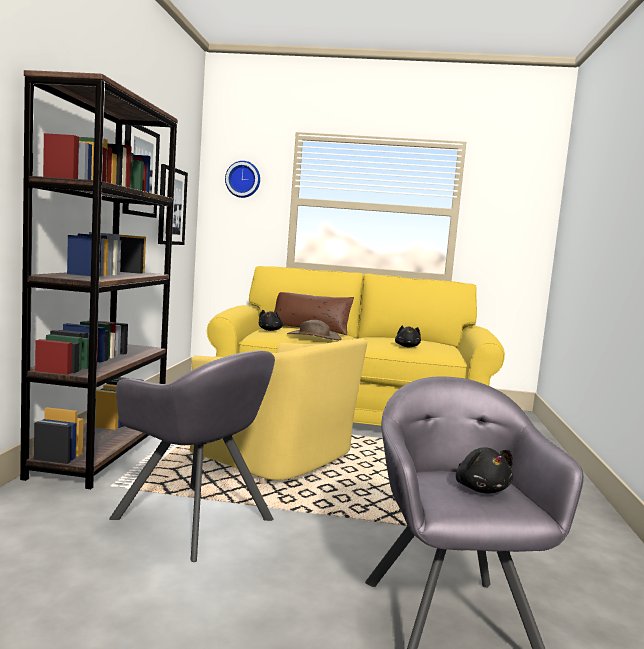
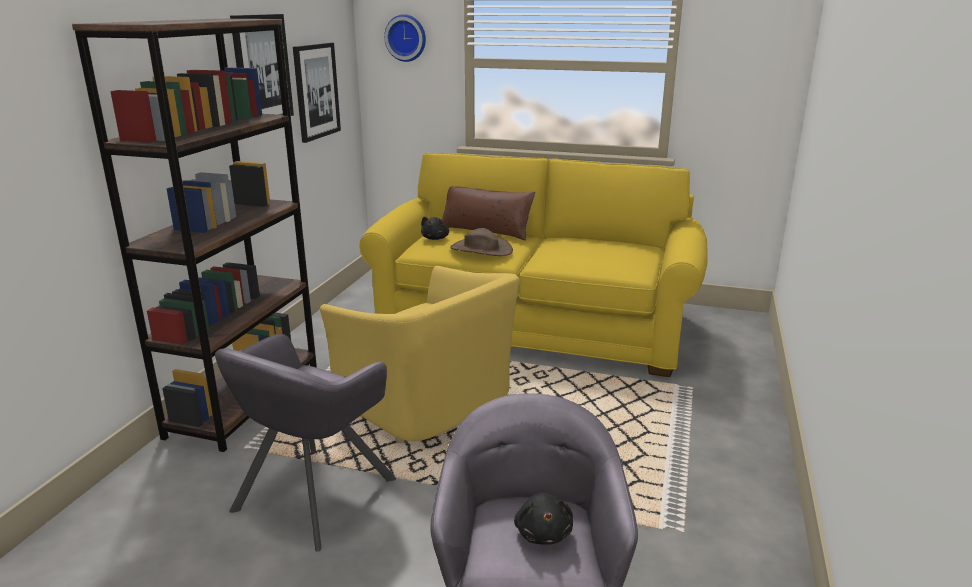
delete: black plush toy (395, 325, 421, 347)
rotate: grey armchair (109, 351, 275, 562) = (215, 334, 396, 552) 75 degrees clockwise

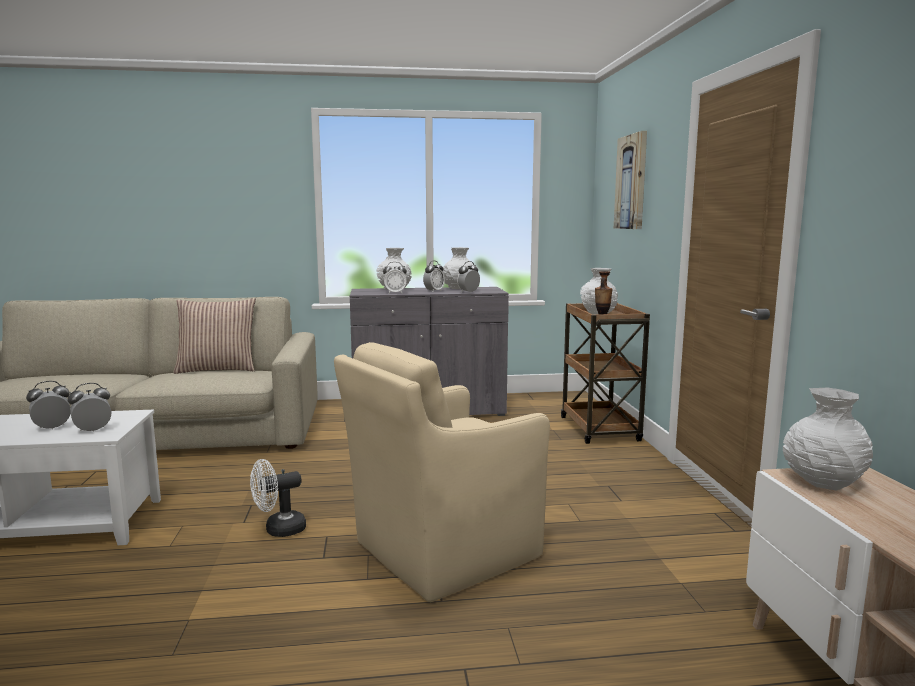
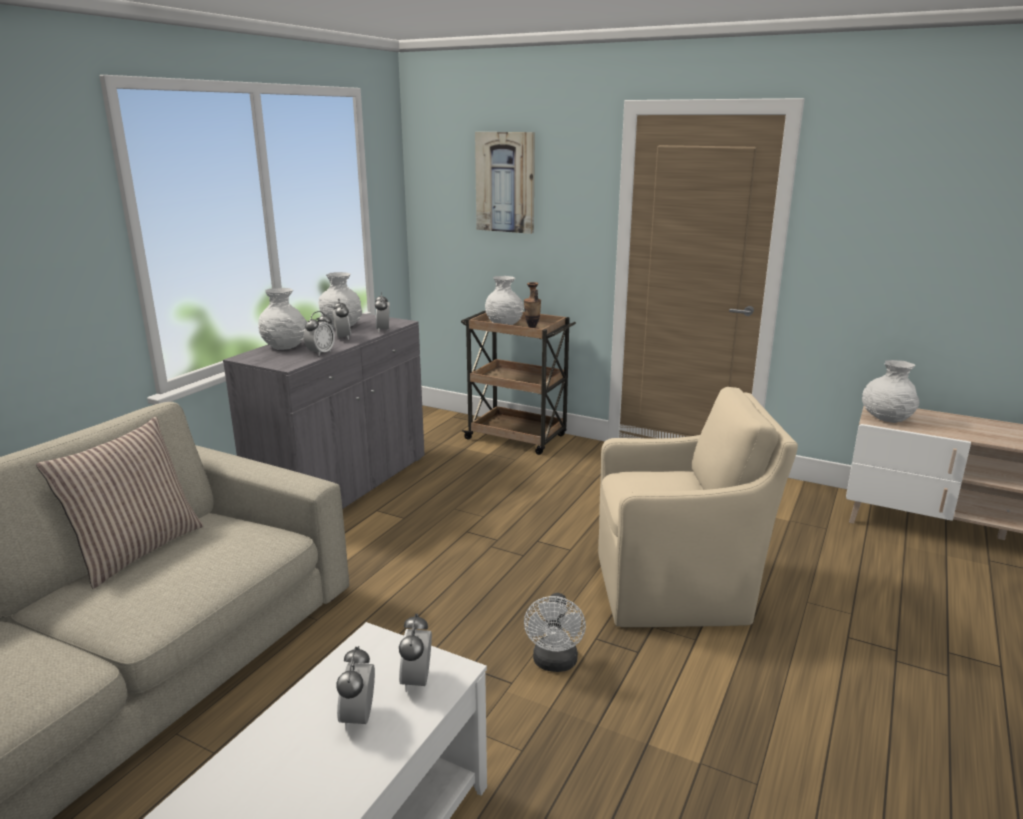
rotate: beige armchair (334, 342, 550, 602) = (598, 387, 798, 627) 90 degrees counterclockwise

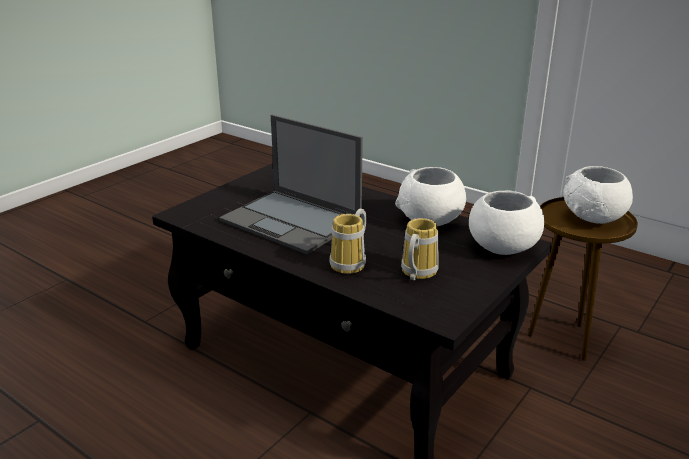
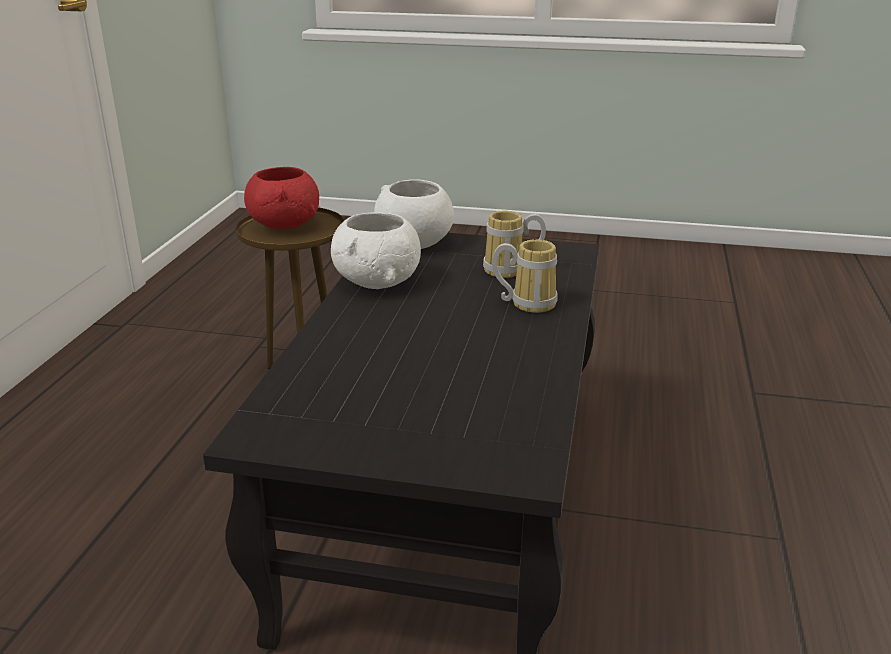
delete: laptop (219, 115, 363, 254)
recolor: white bowl (563, 166, 633, 224) to red bowl (244, 167, 319, 230)

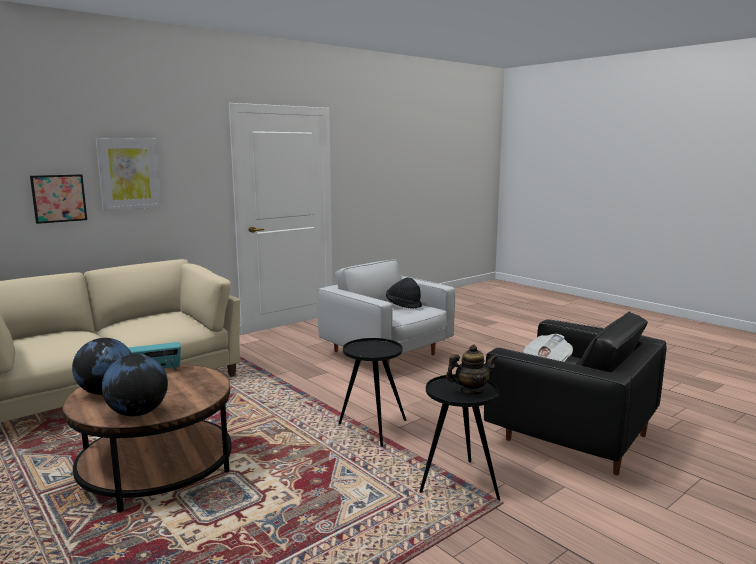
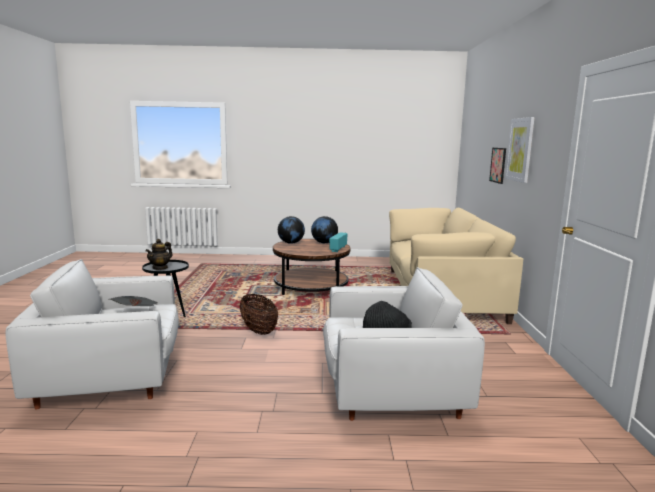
replace: black side table (339, 338, 406, 447) to basket (240, 294, 278, 335)
recolor: black armchair (484, 311, 667, 475) to white armchair (6, 259, 179, 410)

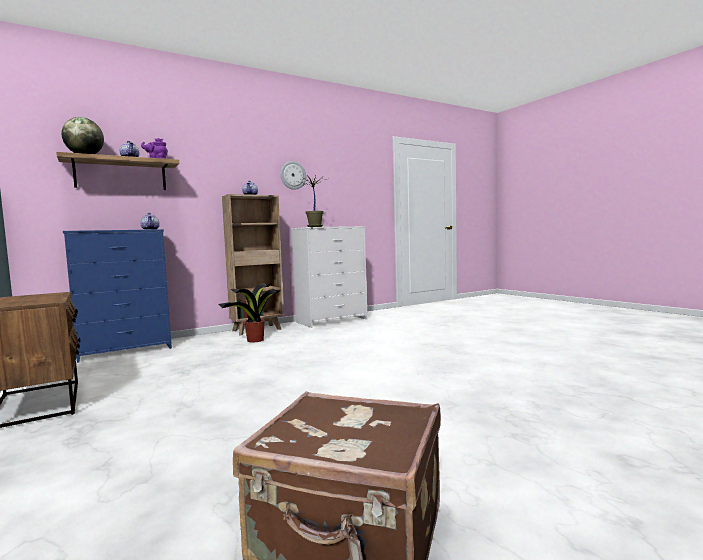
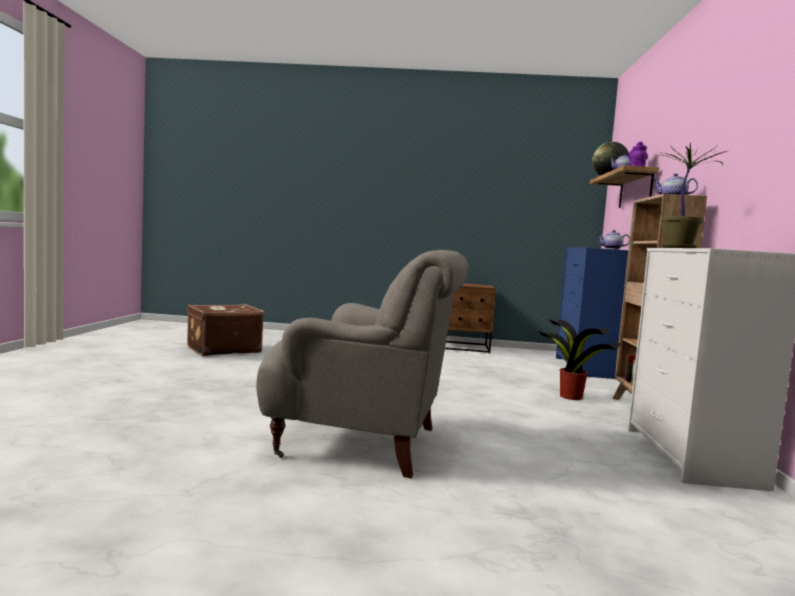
delete: wall clock (280, 161, 306, 190)
insert: grey armchair (256, 250, 469, 478)

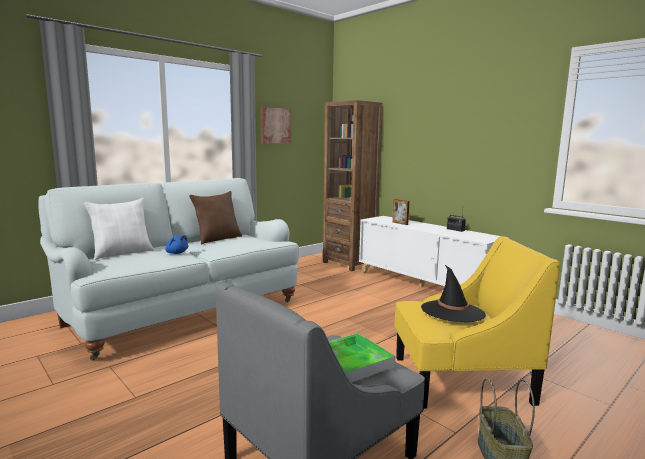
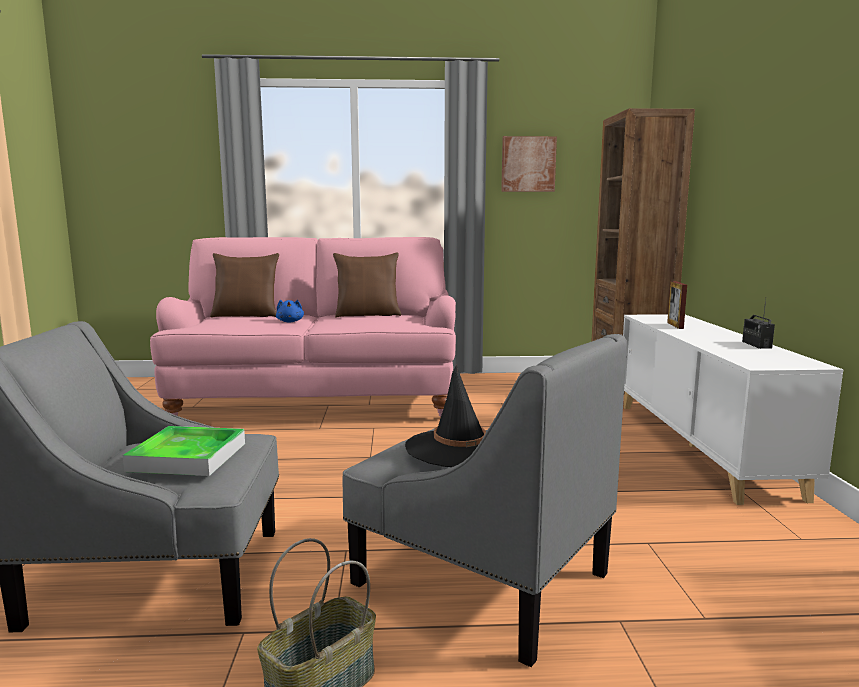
recolor: white sofa (38, 178, 299, 360) to pink sofa (150, 237, 456, 417); white pillow (84, 198, 154, 260) to brown pillow (210, 253, 279, 317); yellow armchair (394, 236, 560, 409) to grey armchair (343, 334, 627, 667)

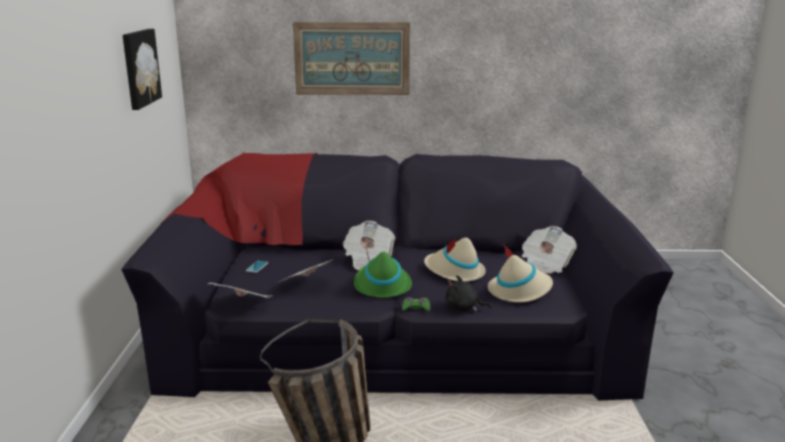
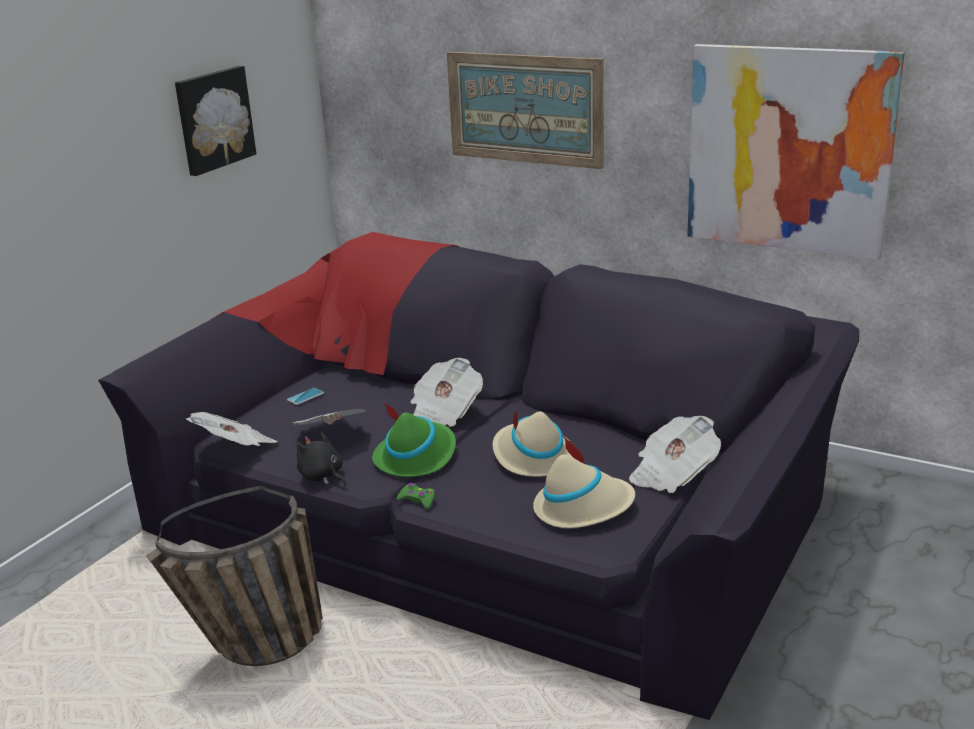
insert: picture (687, 44, 905, 260)
move: black plush toy (445, 275, 492, 311) to (297, 432, 346, 486)

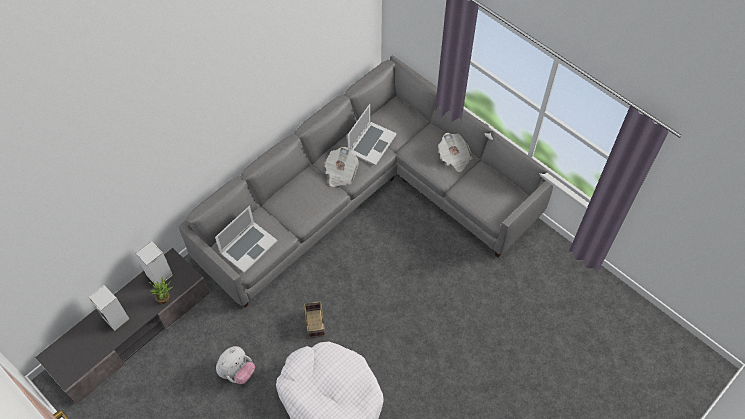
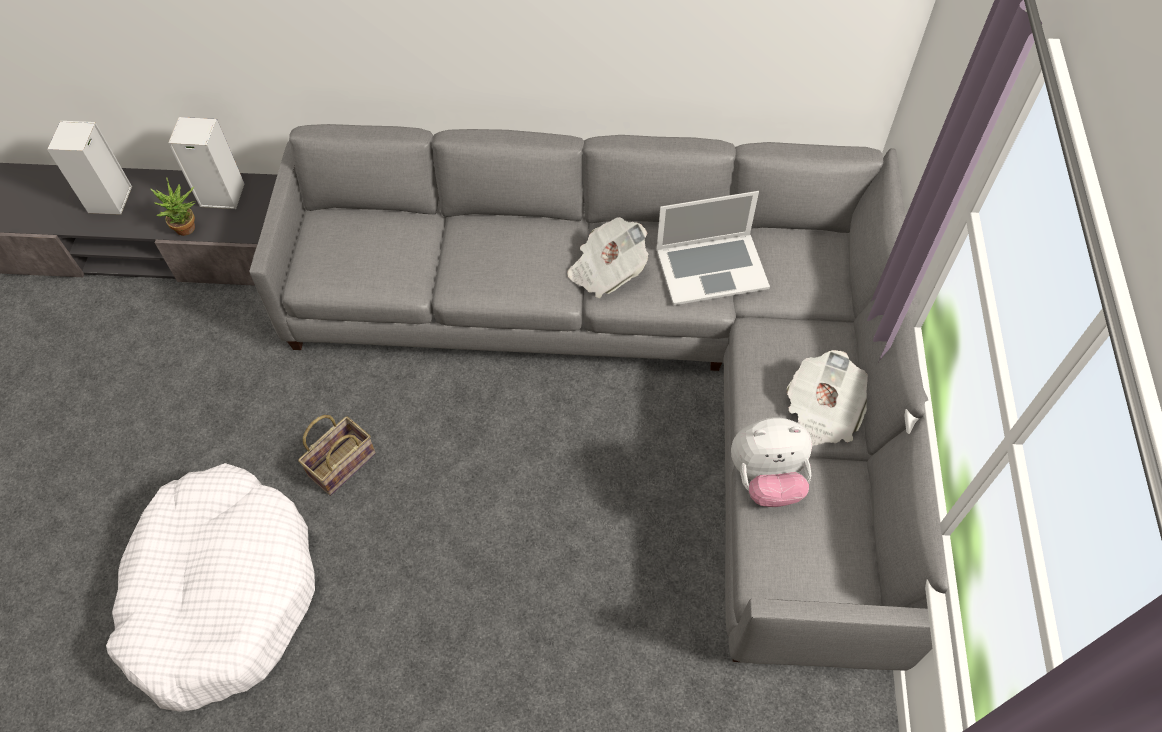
delete: laptop (215, 206, 277, 273)
move: plush toy (216, 346, 255, 384) to (731, 417, 812, 507)

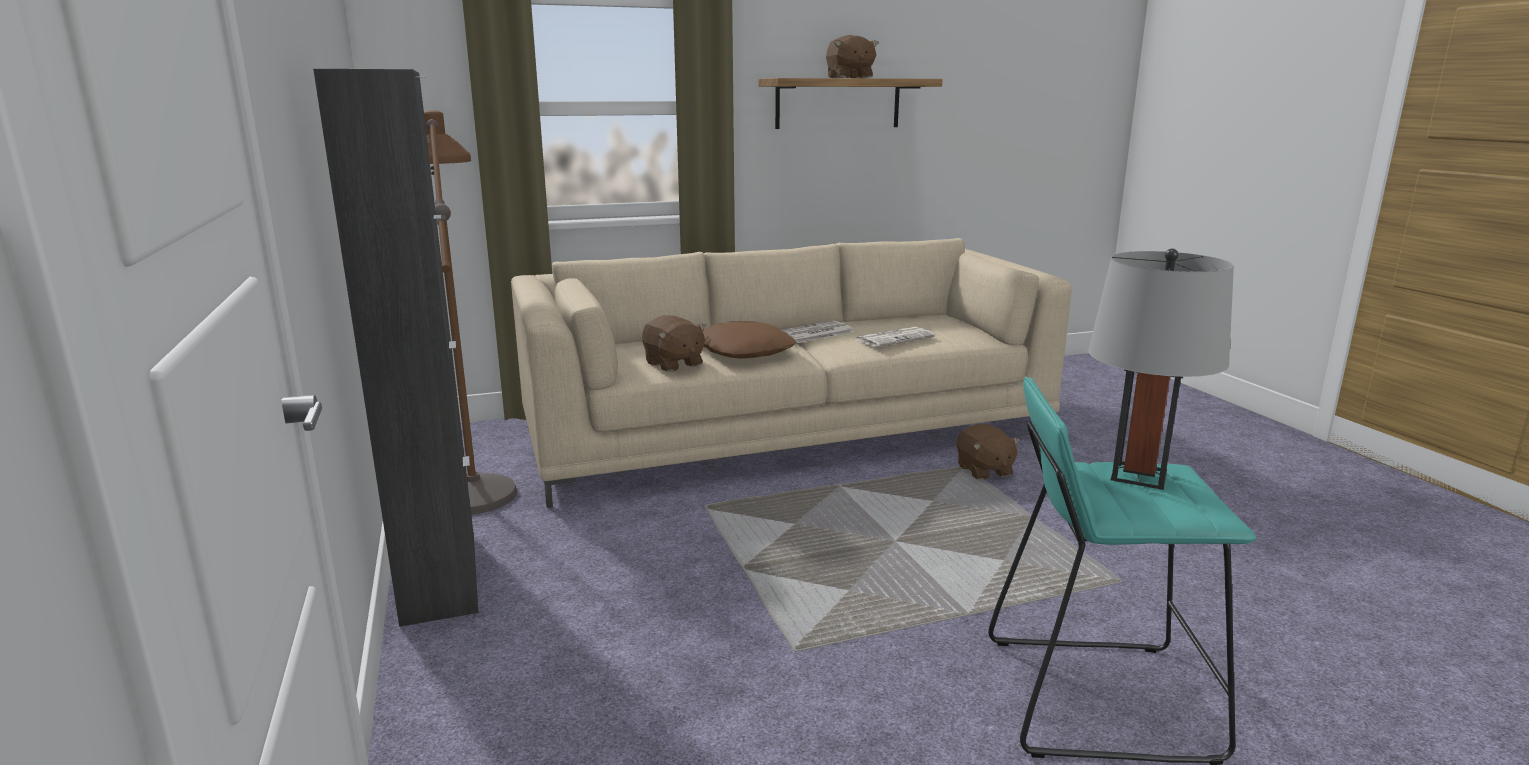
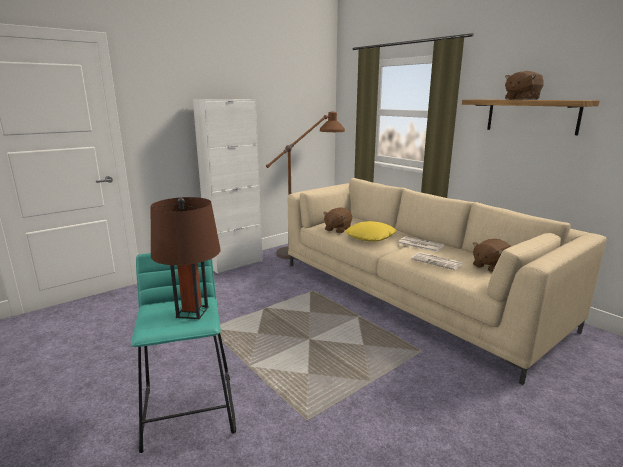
move: brown plush toy (957, 424, 1021, 480) to (473, 239, 511, 273)
recolor: grey table lamp (1088, 249, 1234, 490) to brown table lamp (150, 197, 221, 319); black cabinet (313, 69, 478, 627) to white cabinet (193, 99, 263, 274); brown pillow (703, 321, 796, 359) to yellow pillow (345, 221, 397, 242)

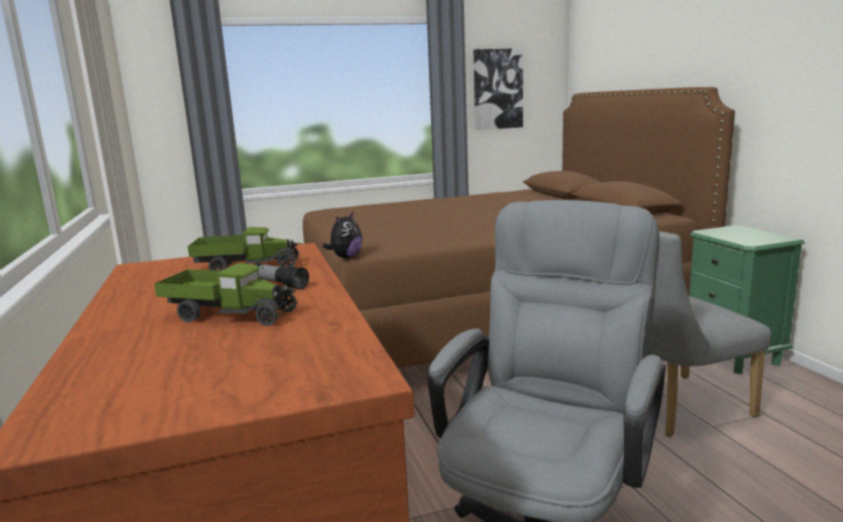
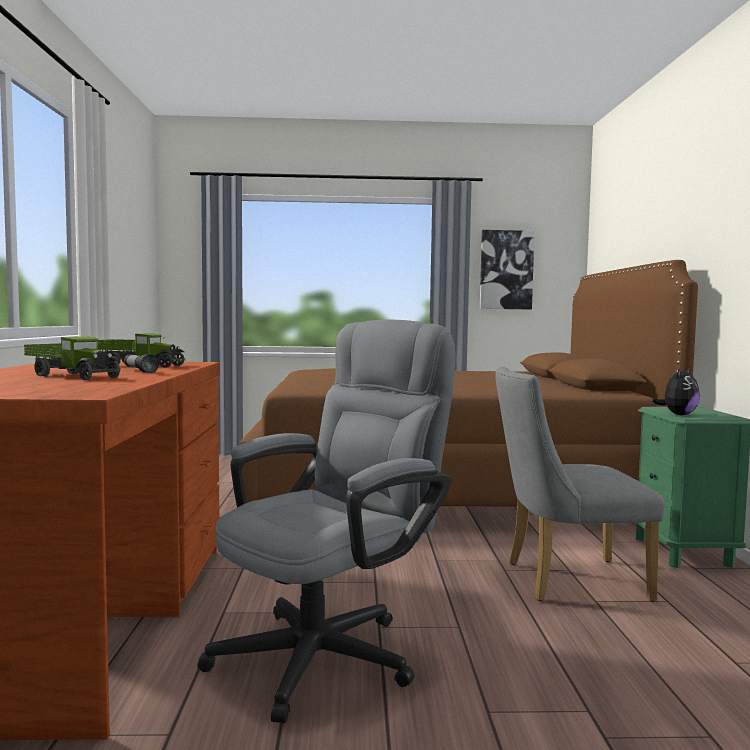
move: plush toy (323, 212, 362, 258) to (652, 368, 700, 415)

